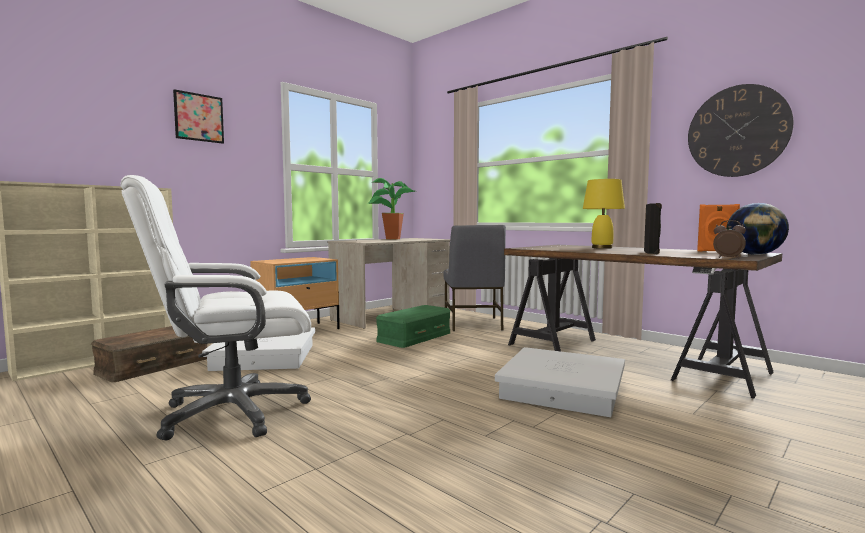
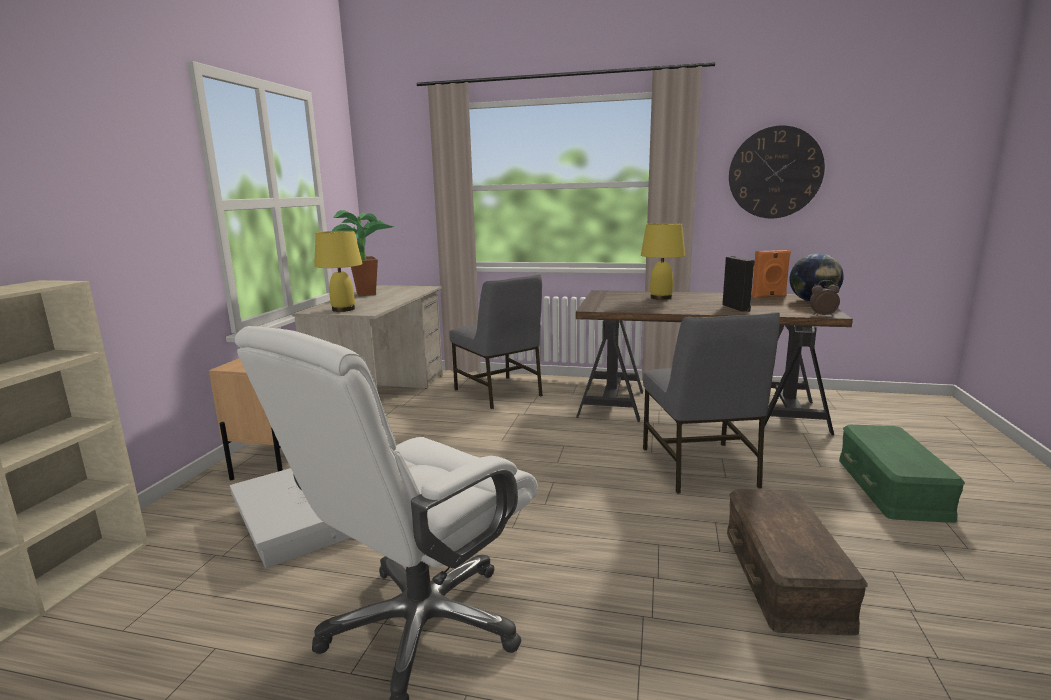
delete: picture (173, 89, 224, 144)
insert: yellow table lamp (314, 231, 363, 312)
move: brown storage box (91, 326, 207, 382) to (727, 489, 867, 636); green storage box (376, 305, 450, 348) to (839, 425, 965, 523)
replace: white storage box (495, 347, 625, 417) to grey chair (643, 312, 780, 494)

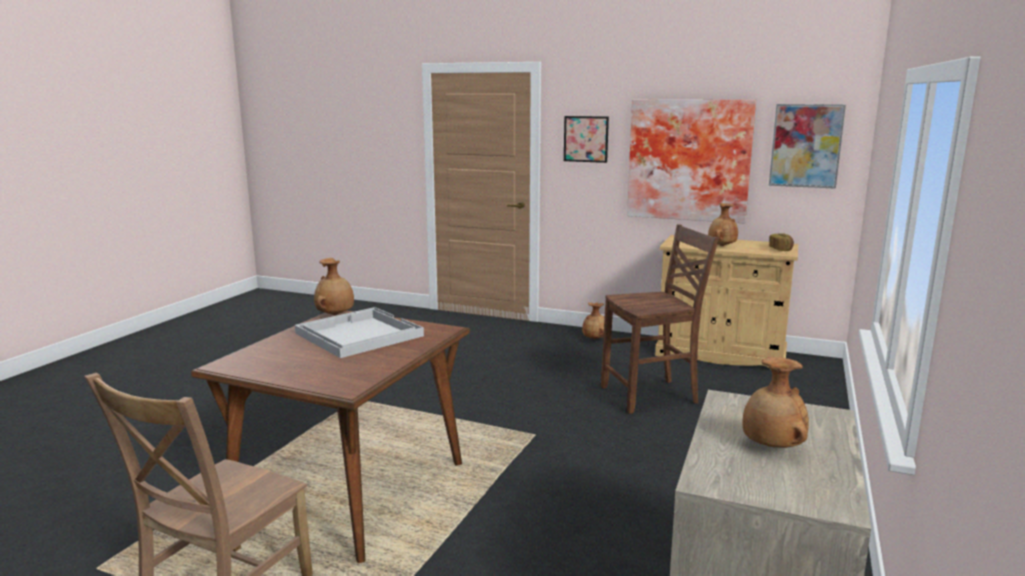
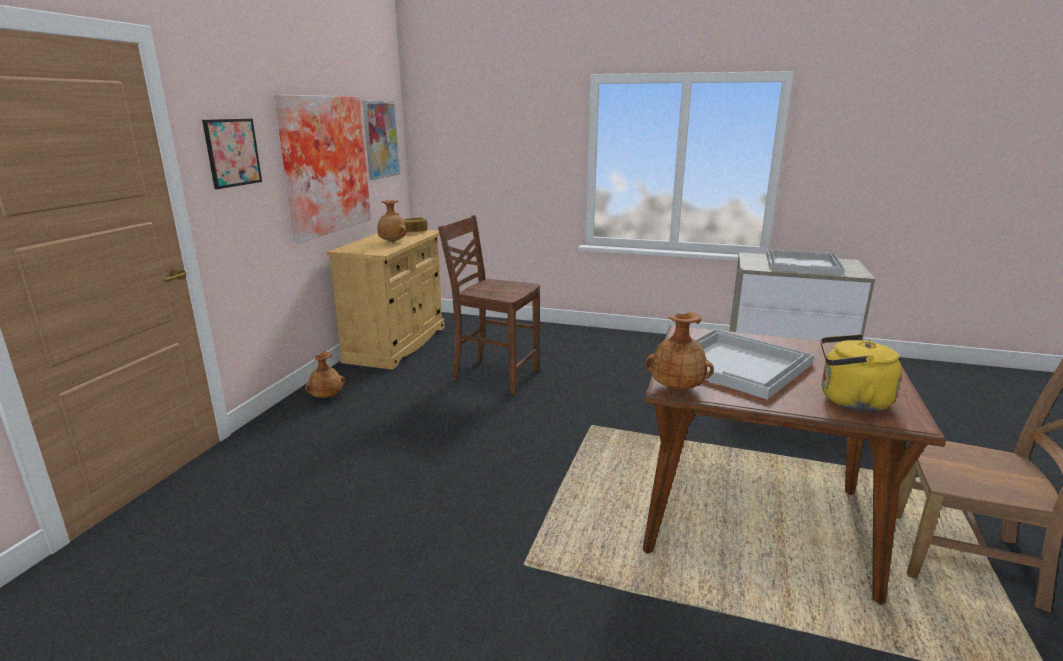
insert: yellow kettle (821, 334, 902, 412)
replace: brown vase (743, 357, 809, 448) to white tray (766, 249, 845, 275)
rotate: brown chair (601, 224, 719, 414) = (438, 215, 540, 395) 45 degrees counterclockwise

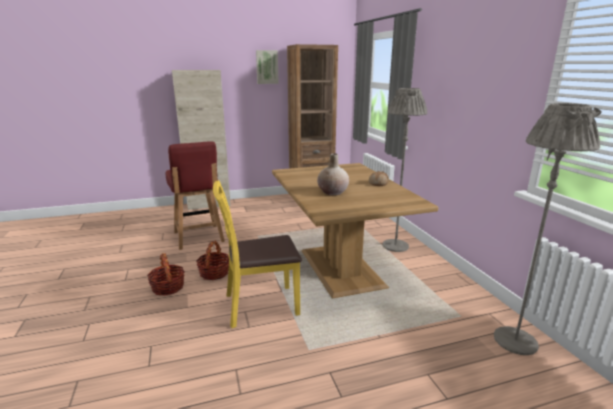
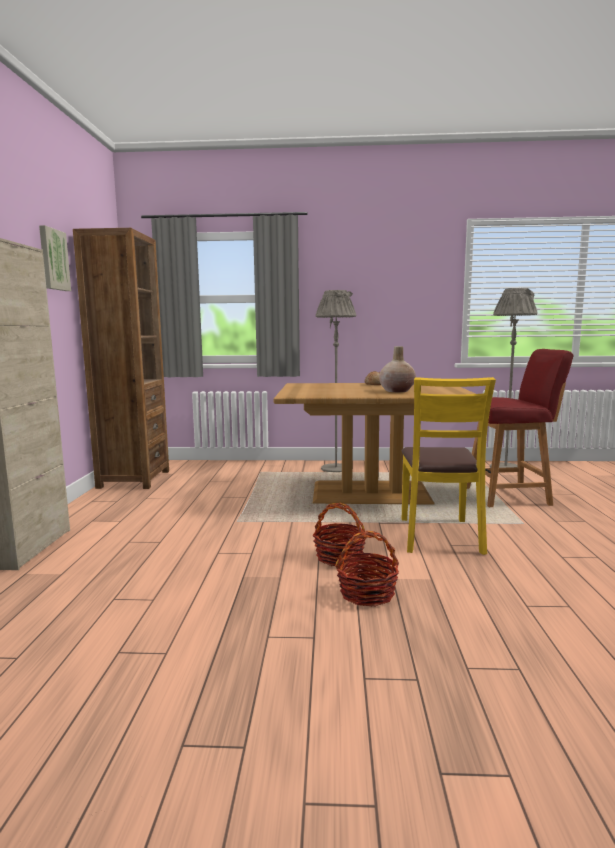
move: red chair (166, 142, 225, 250) to (467, 349, 574, 507)

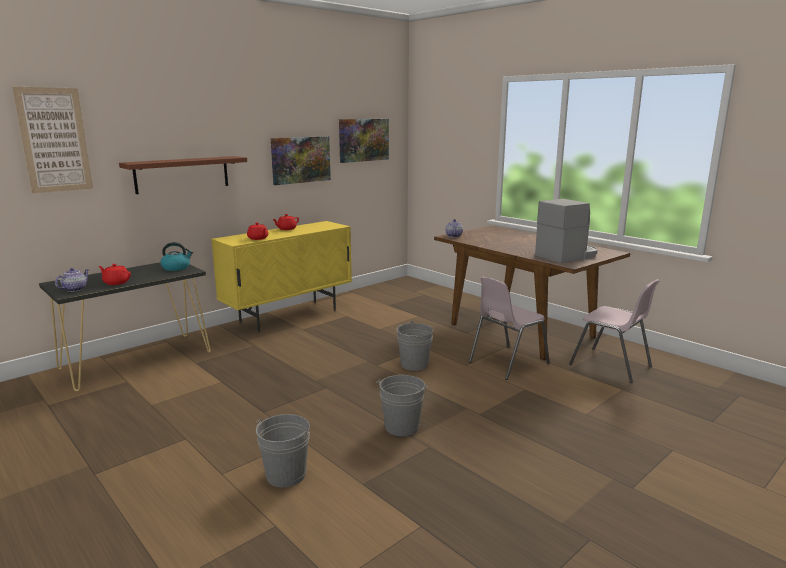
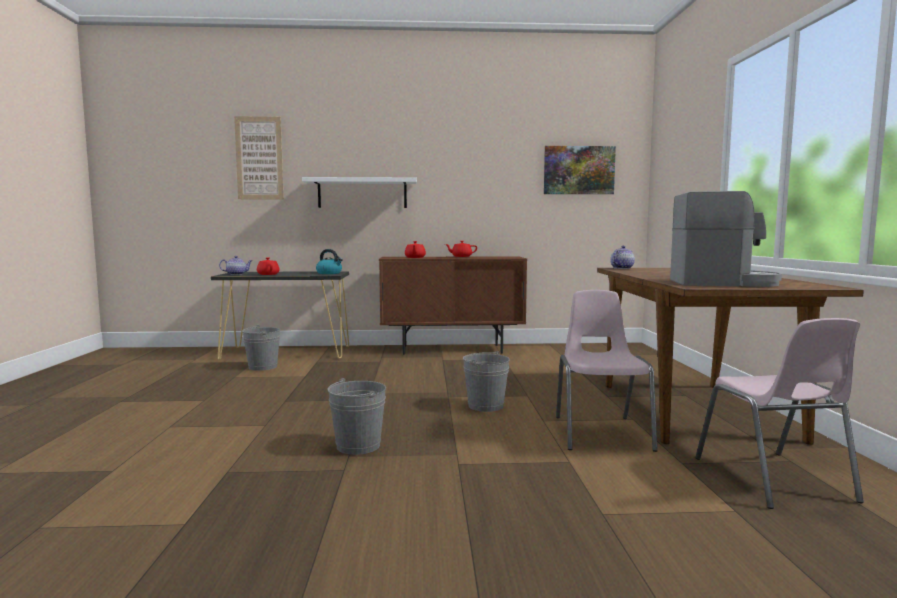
delete: picture (271, 136, 331, 185)
move: grey bucket (256, 414, 310, 487) to (242, 325, 280, 371)
recolor: brown shelf (119, 156, 247, 194) to white shelf (302, 177, 417, 208); yellow cabinet (211, 221, 352, 332) to brown cabinet (379, 256, 527, 355)
rotate: pink chair (469, 277, 550, 380) = (556, 290, 658, 452) 90 degrees clockwise

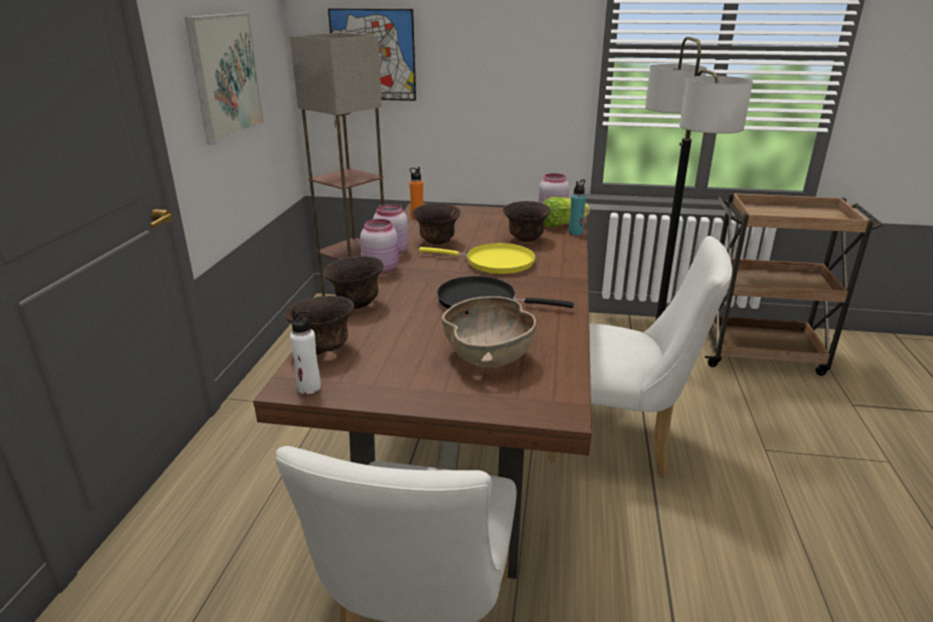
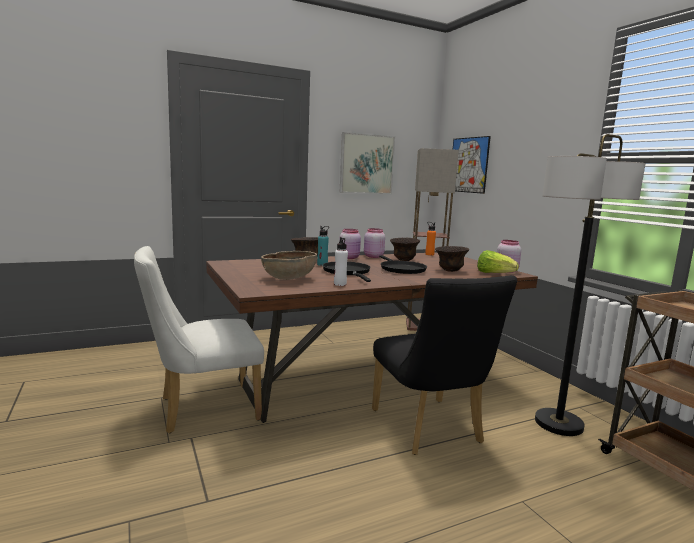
delete: brown bowl (284, 296, 354, 354)
move: turquoise bottle (569, 179, 586, 236) to (317, 226, 329, 266); white bottle (290, 309, 321, 394) to (334, 237, 348, 286)
recolor: white chair (548, 236, 732, 477) to black chair (372, 275, 517, 455); yellow frying pan (419, 243, 536, 274) to black frying pan (379, 255, 427, 274)

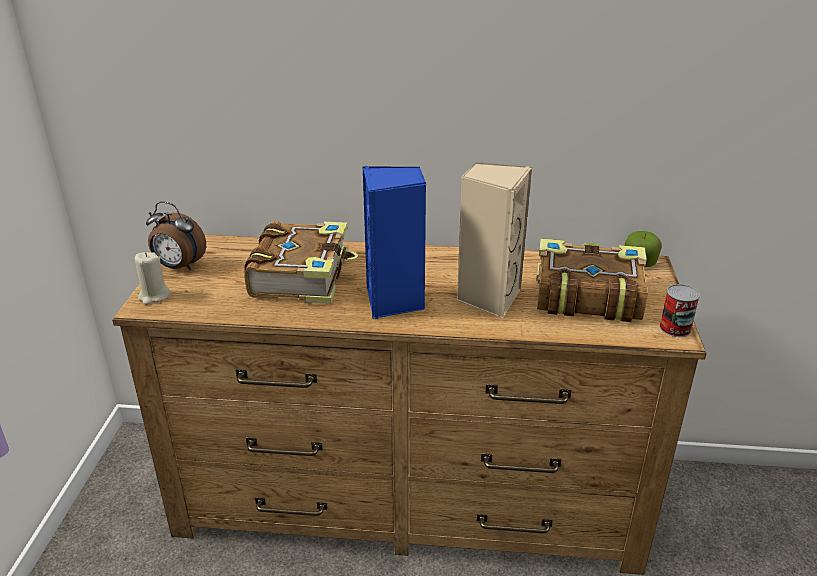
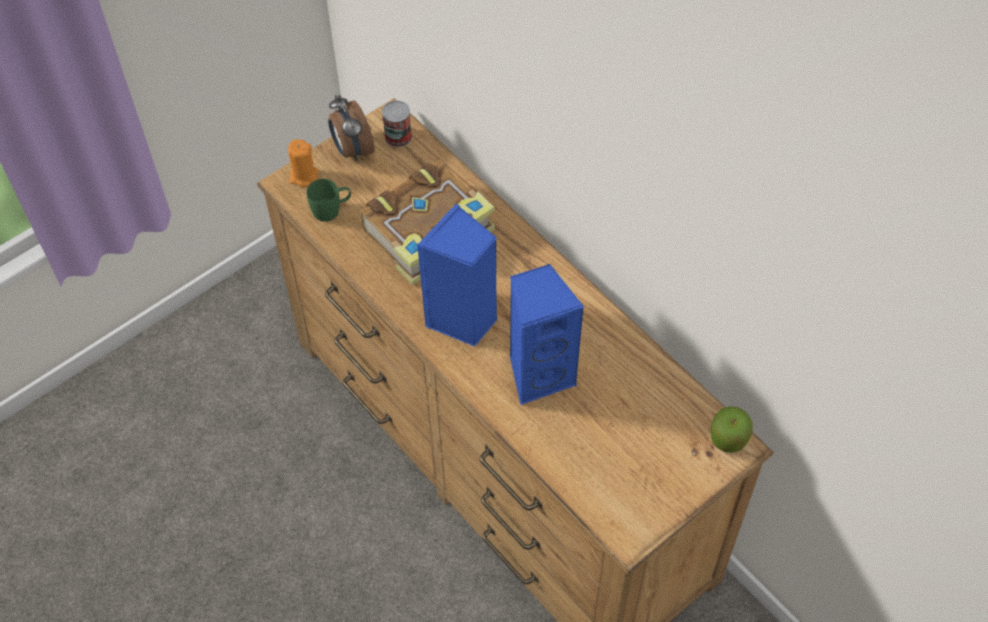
delete: book (536, 239, 648, 322)
insert: green mug (307, 179, 351, 222)
move: can (659, 284, 700, 337) to (382, 101, 412, 147)
recolor: beige candle (135, 252, 170, 305) to orange candle (288, 140, 319, 187); beige speaker (456, 162, 532, 318) to blue speaker (510, 264, 584, 405)

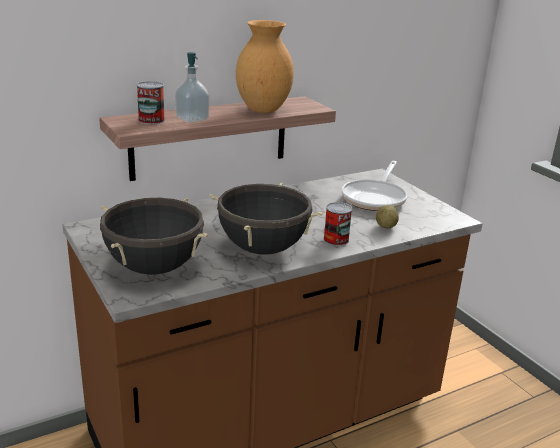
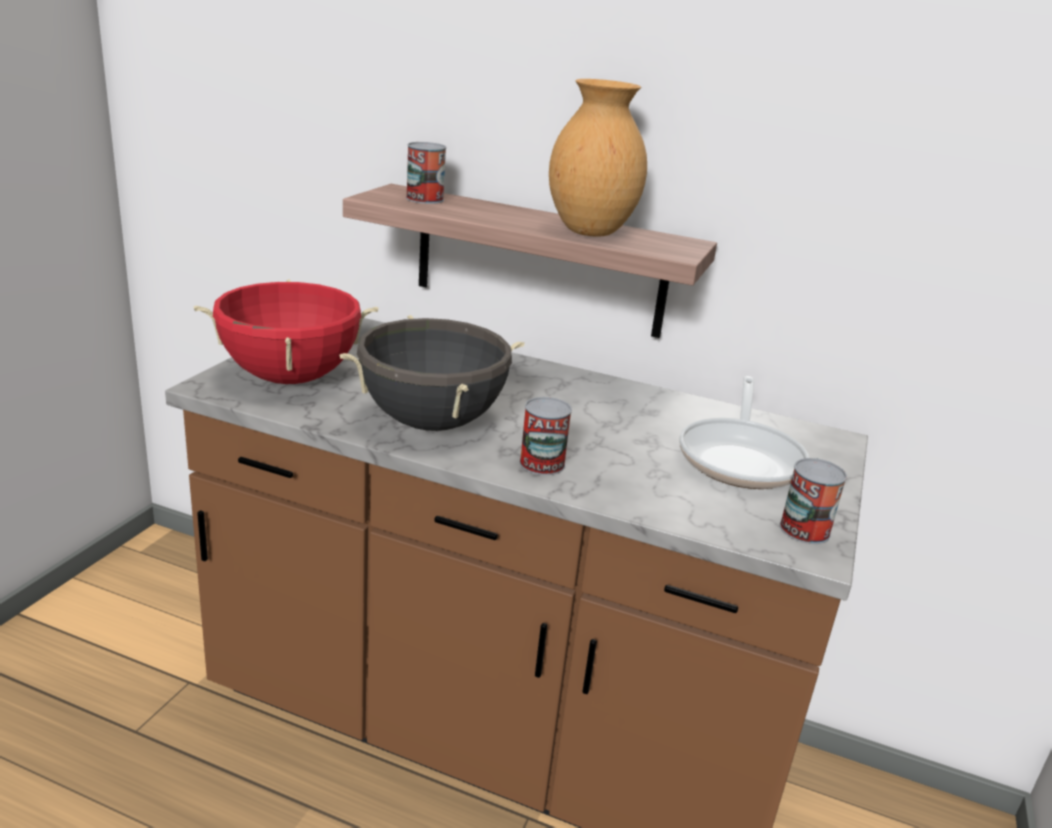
delete: soap dispenser (175, 52, 209, 123); potato (376, 205, 399, 228)
insert: can (780, 458, 847, 544)
recolor: black cooking pot (100, 198, 208, 275) to red cooking pot (194, 279, 379, 384)
rotate: frying pan (342, 161, 407, 211) = (680, 376, 809, 489) 60 degrees counterclockwise

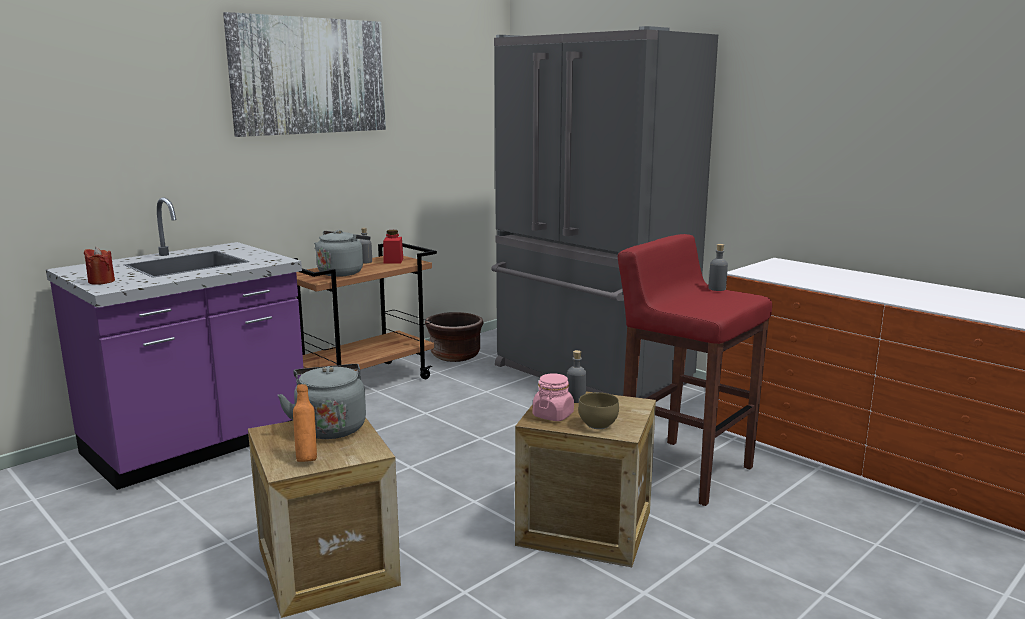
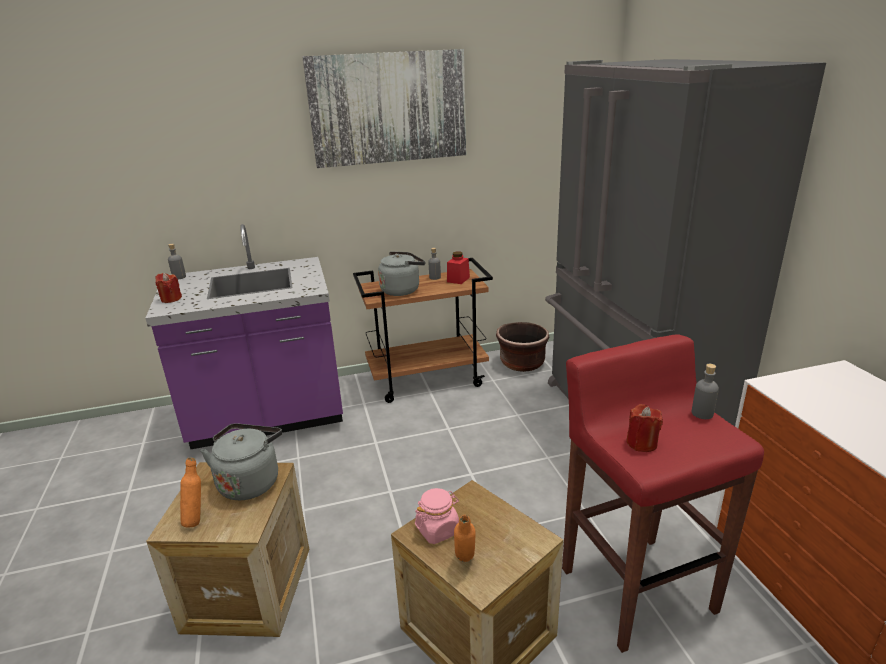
insert: red candle (626, 404, 663, 452)
move: grey bottle (567, 350, 586, 403) to (168, 244, 186, 280)
replace: brown bowl (578, 392, 619, 429) to orange bottle (454, 515, 476, 562)

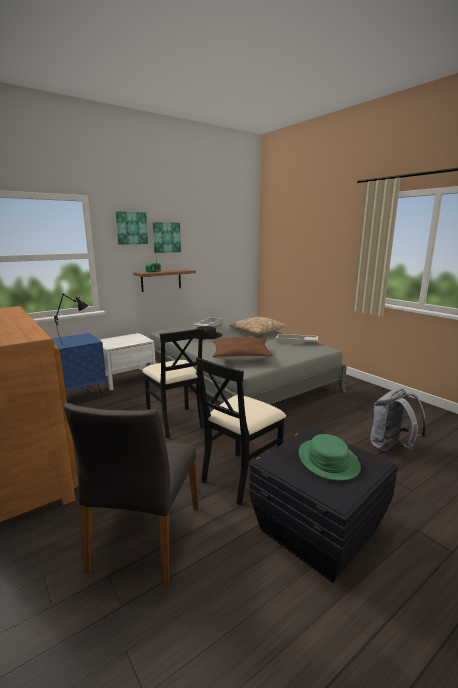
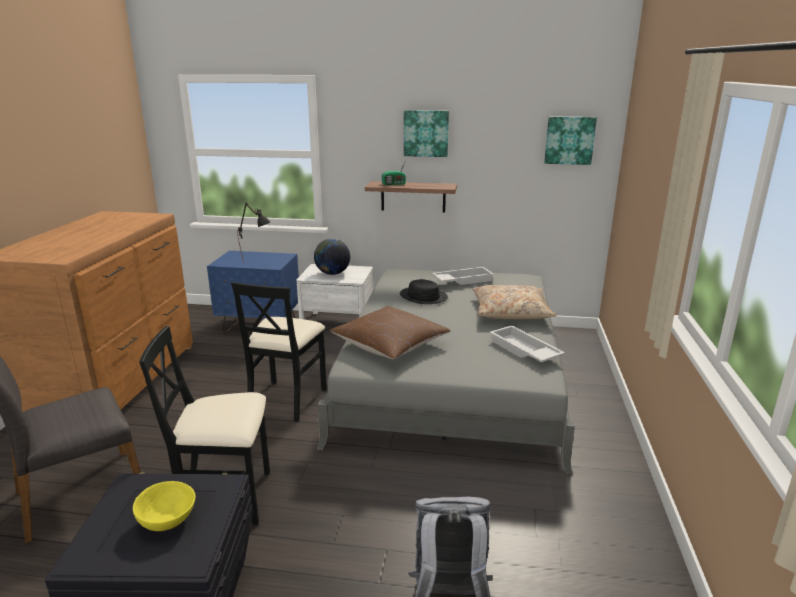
insert: globe (314, 239, 350, 275)
move: picture (115, 211, 148, 244) to (544, 116, 597, 165)
replace: green hat (299, 434, 361, 480) to yellow bowl (133, 481, 195, 531)

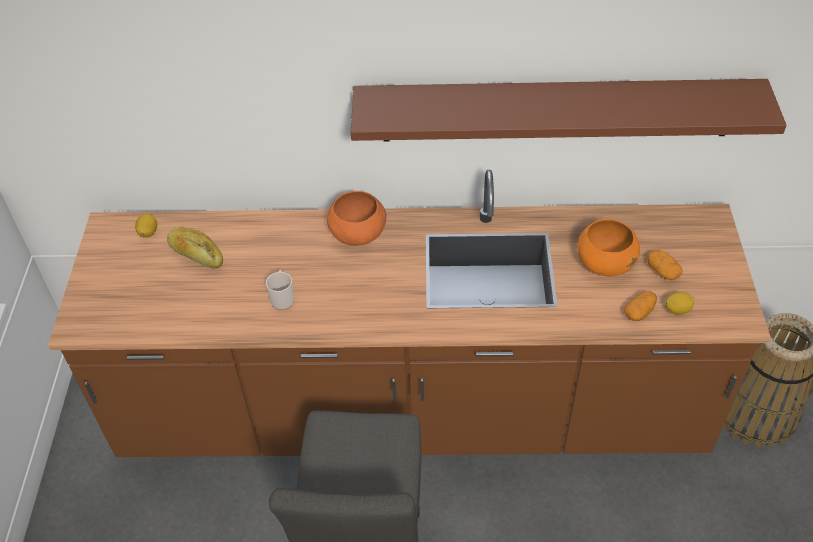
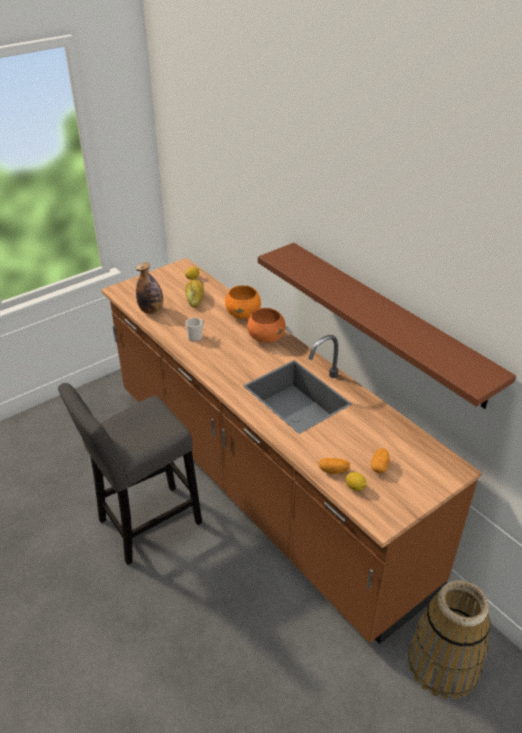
insert: bottle (136, 263, 163, 314)
move: orange bowl (577, 219, 640, 276) to (225, 285, 261, 319)

